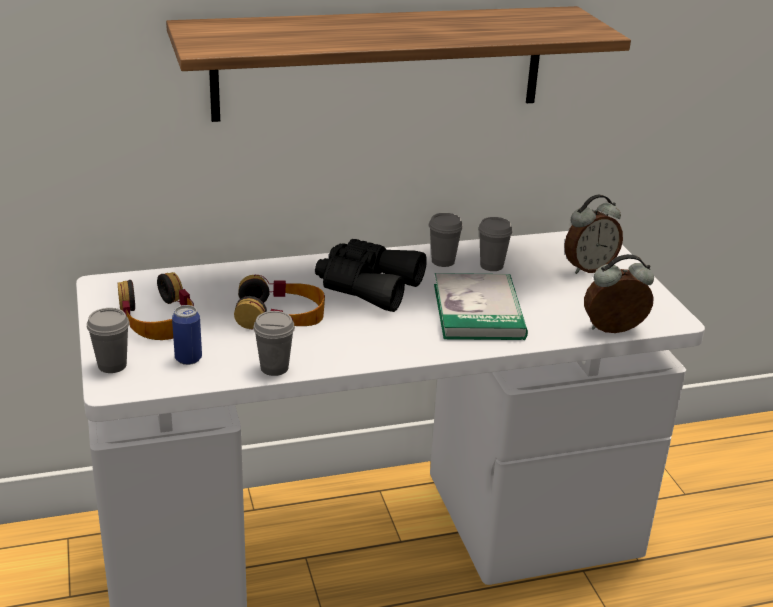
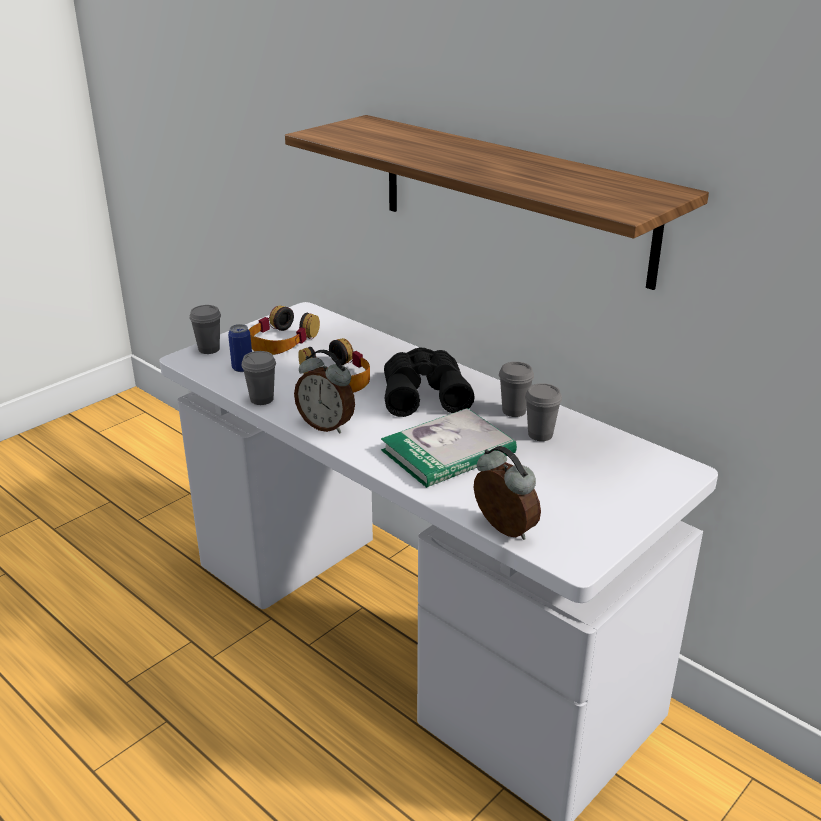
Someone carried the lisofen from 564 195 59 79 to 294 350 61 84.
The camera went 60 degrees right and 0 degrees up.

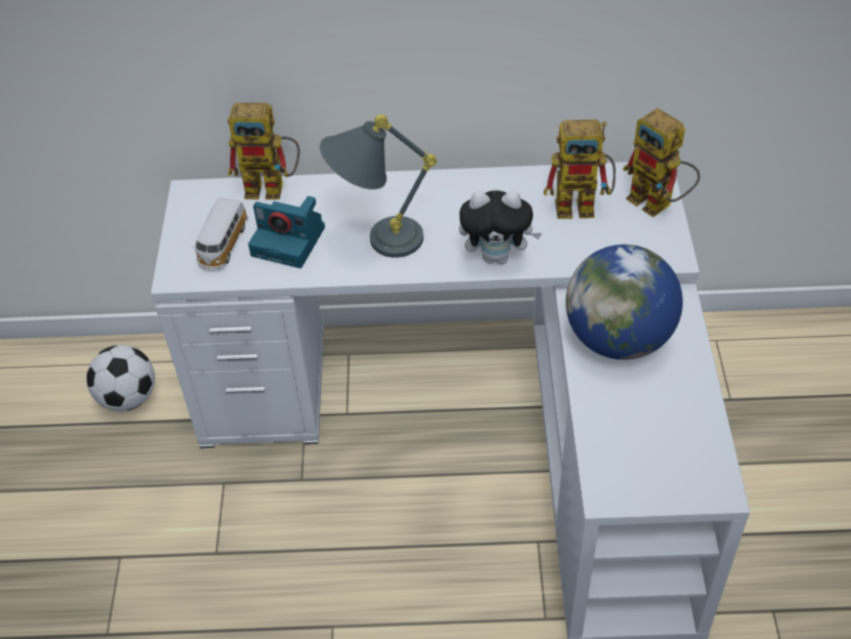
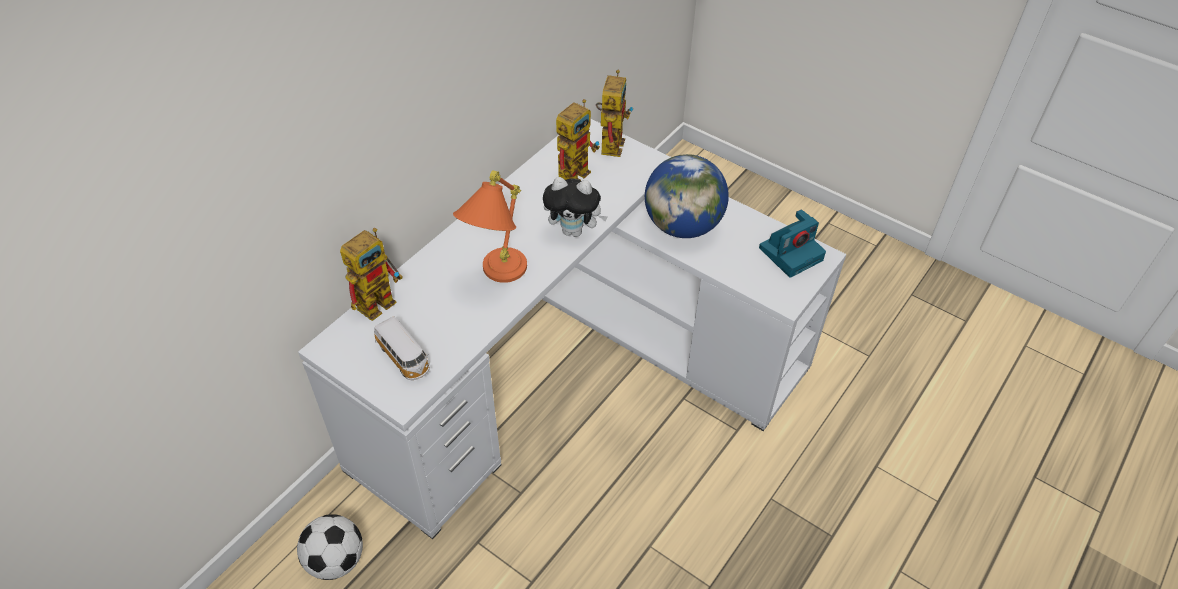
Someone carried the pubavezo from 248 196 77 72 to 759 209 67 69.
Someone repainted the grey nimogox at 320 114 117 144, which became the orange nimogox at 453 170 74 113.
Someone rotated the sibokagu at 459 190 83 74 by 60 degrees clockwise.
Someone rotated the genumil at 623 108 77 109 by 75 degrees counterclockwise.
The camera went 55 degrees left and 0 degrees up.

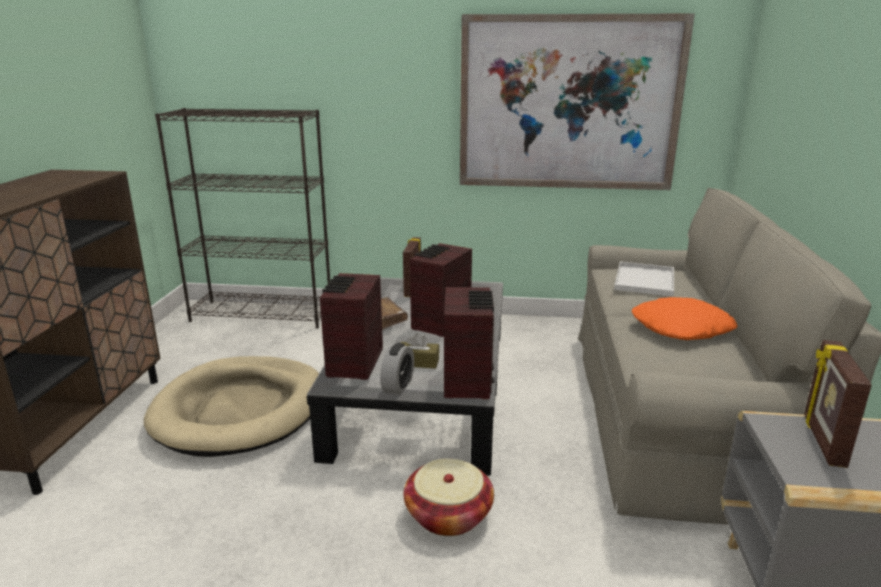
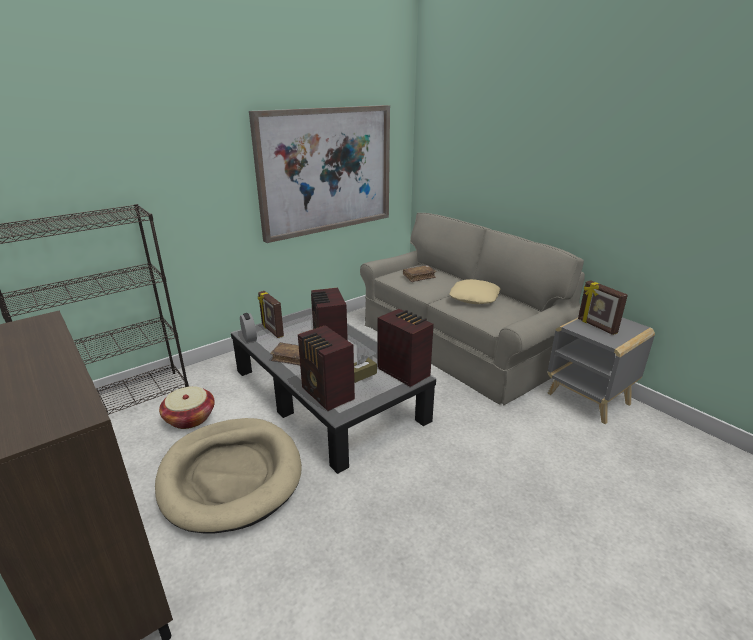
Someone carried the lisofen from 380 343 34 52 to 240 313 17 30.
Someone carried the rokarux from 404 459 90 77 to 159 386 56 43.
Someone swapped the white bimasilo at 614 262 60 35 for the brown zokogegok at 403 265 34 17.
Someone repainted the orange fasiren at 631 297 106 43, which became the beige fasiren at 449 279 51 25.
The camera went 45 degrees left and 5 degrees up.

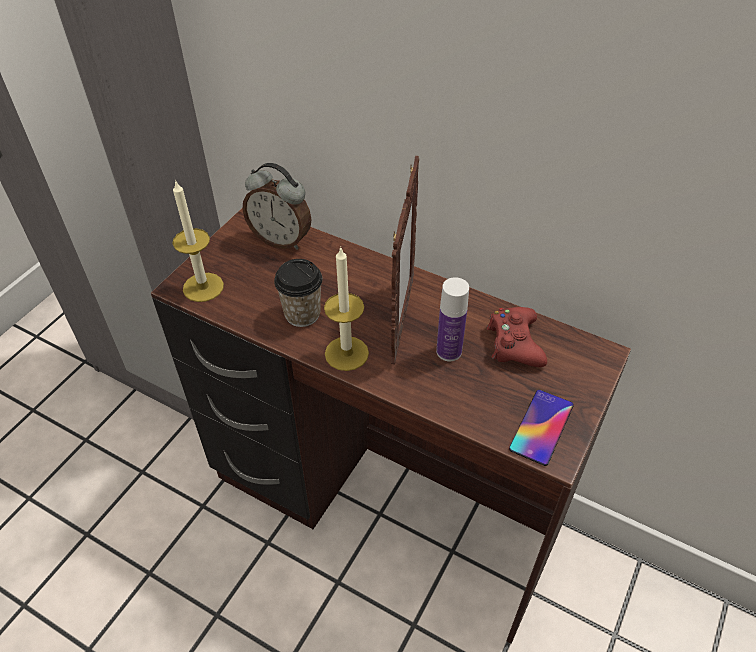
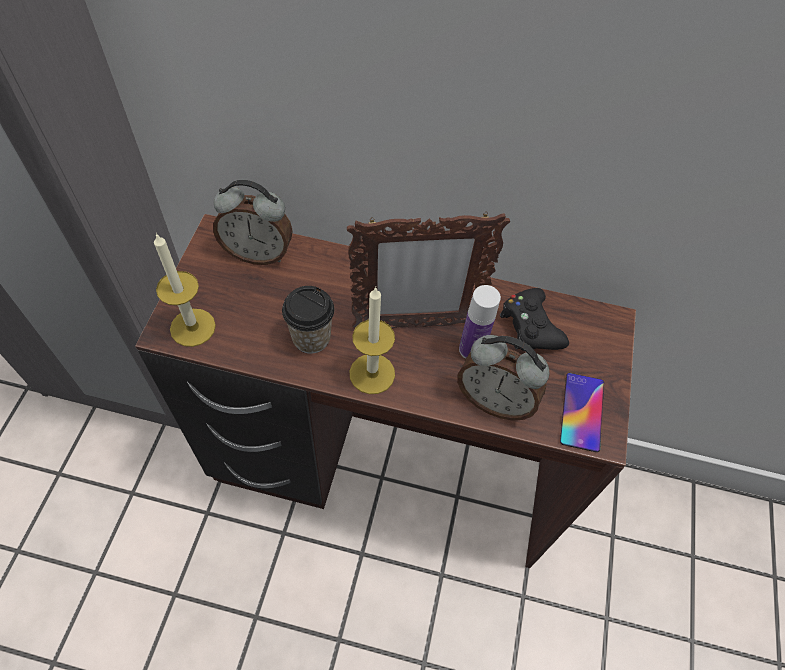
Someone rotated the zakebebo at 391 156 28 208 by 90 degrees clockwise.
Someone repainted the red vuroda at 487 307 60 60, which became the black vuroda at 500 288 69 63.
Someone put down the lisofen at 457 335 92 86.
The camera went 20 degrees left and 10 degrees up.

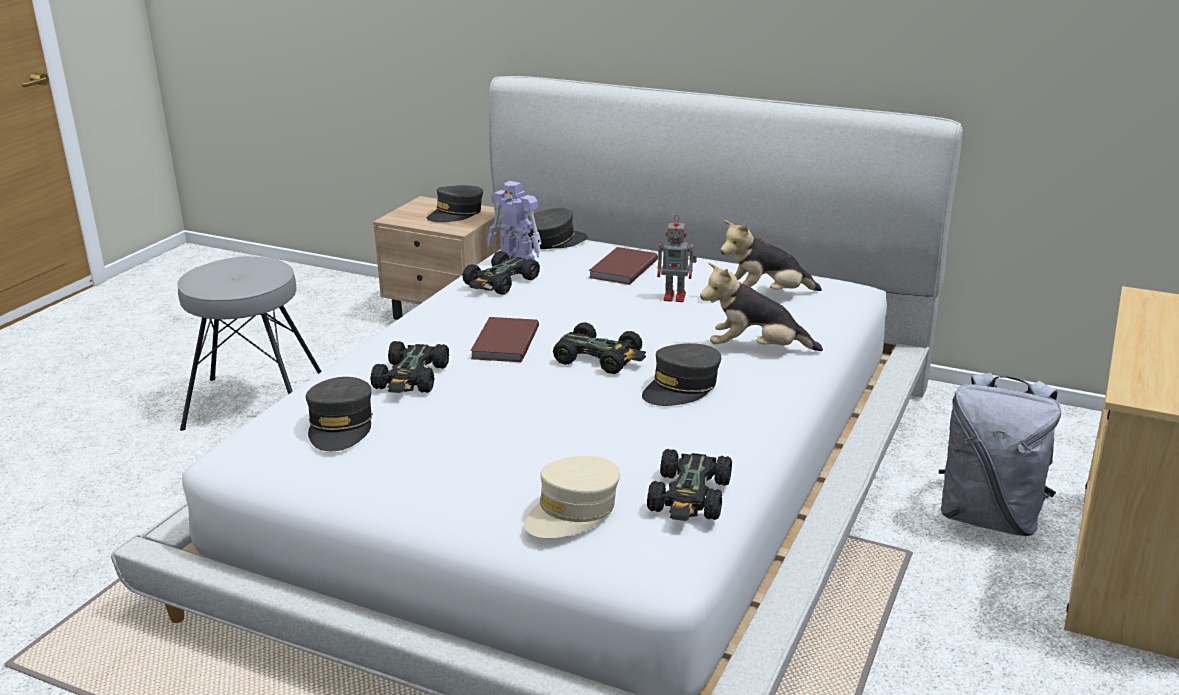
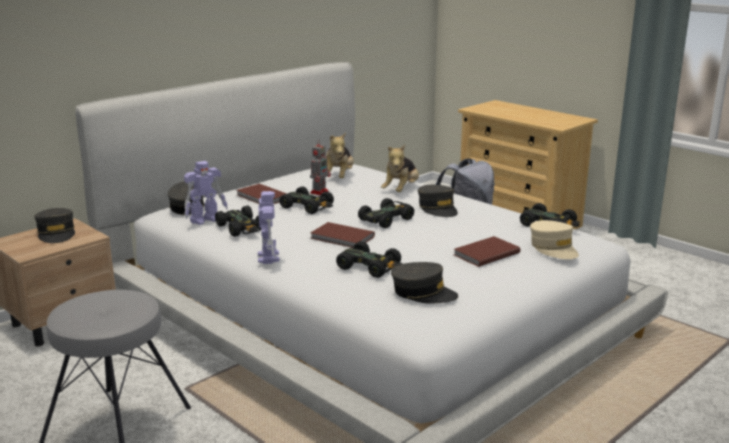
Someone put down the genumil at 258 191 22 73.
Someone put down the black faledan at 279 187 55 27.
Someone put down the brown zokogegok at 454 236 66 31.
The camera went 70 degrees left and 5 degrees down.

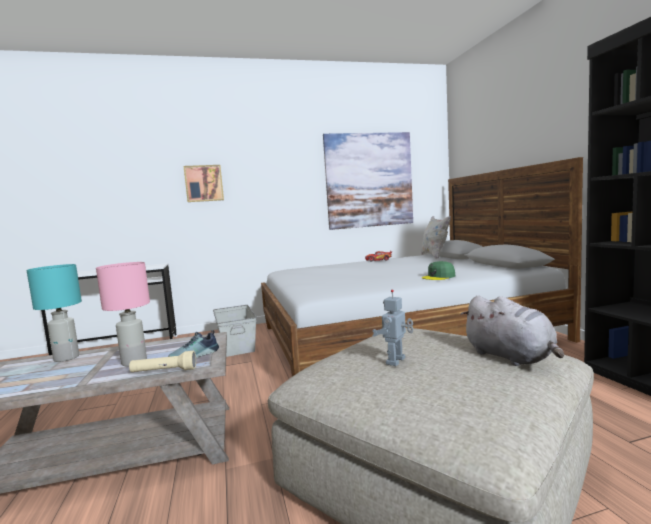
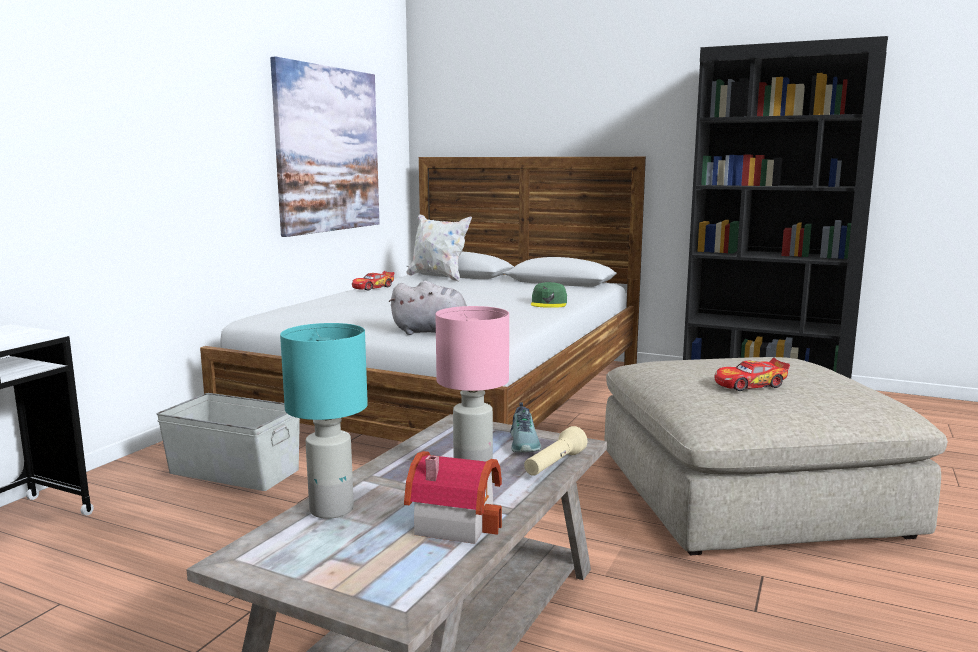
Someone took away the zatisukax at 184 165 40 37.
Someone swapped the genumil at 372 289 41 77 for the faledan at 714 358 76 33.
Someone carried the grey sibokagu from 461 295 103 71 to 389 281 78 54.
Someone put down the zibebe at 404 451 98 93.
The camera went 50 degrees left and 5 degrees up.

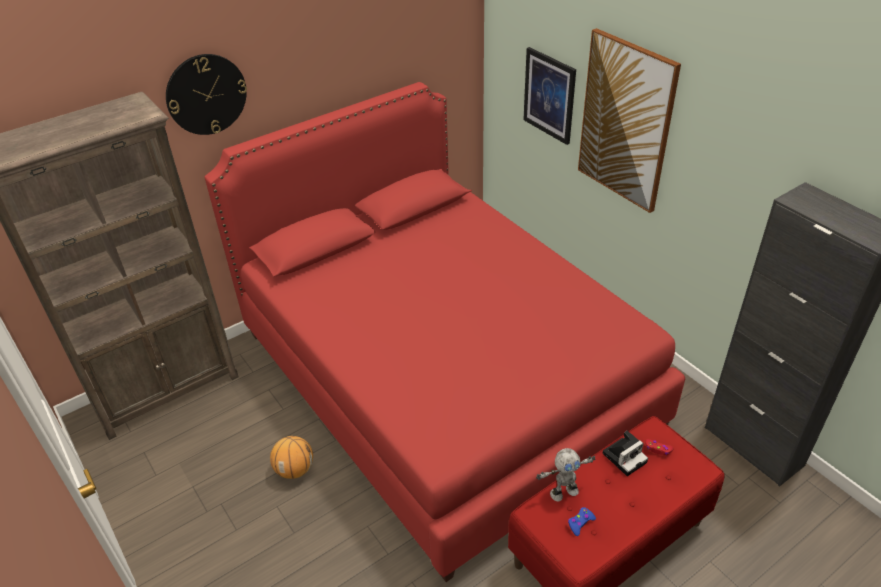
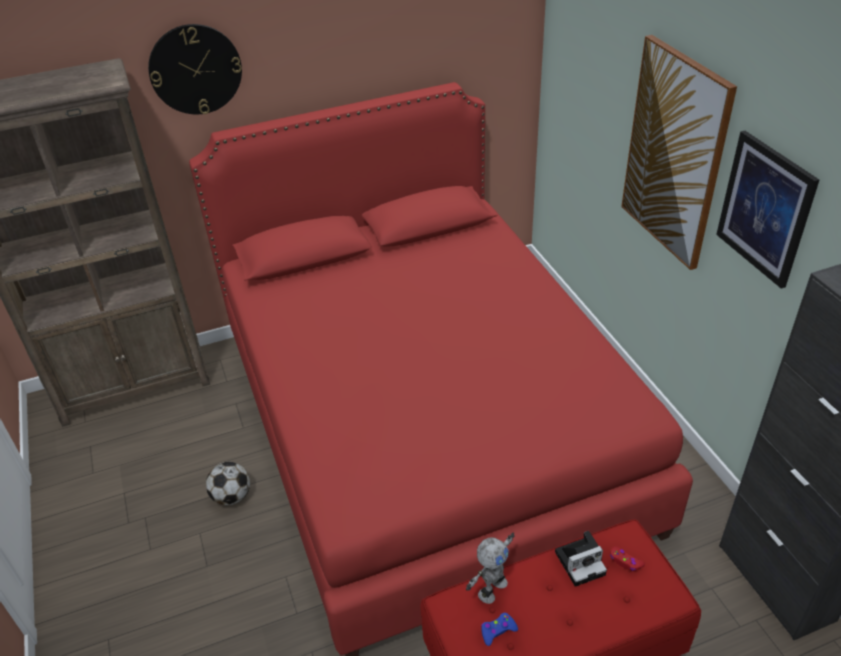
Someone swapped the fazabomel at 270 436 43 43 for the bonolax at 206 461 44 45.
Someone carried the zatisukax from 523 47 53 98 to 716 131 103 158.
Someone rotated the genumil at 536 448 60 53 by 45 degrees counterclockwise.
The camera went 15 degrees right and 0 degrees up.

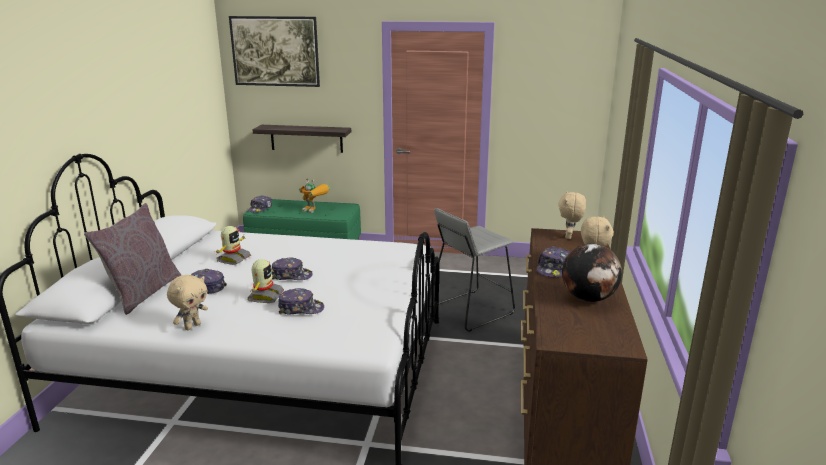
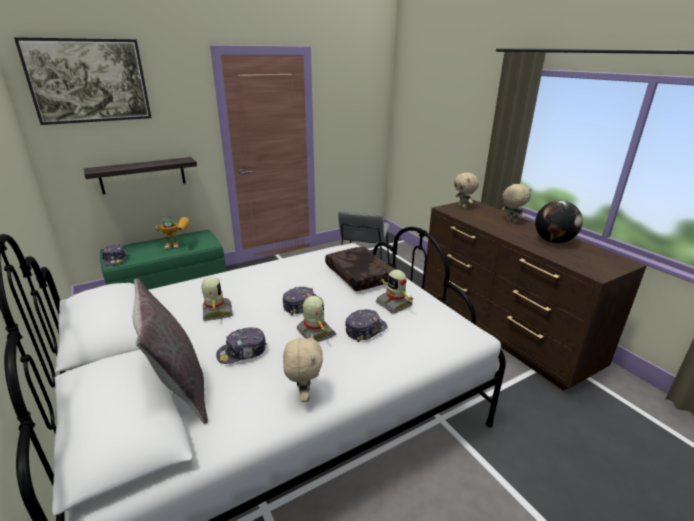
Someone took away the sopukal at 536 246 34 31.
Someone put down the brown fasiren at 325 247 70 44.
Someone put down the genumil at 376 270 39 43.
The camera went 40 degrees left and 5 degrees up.

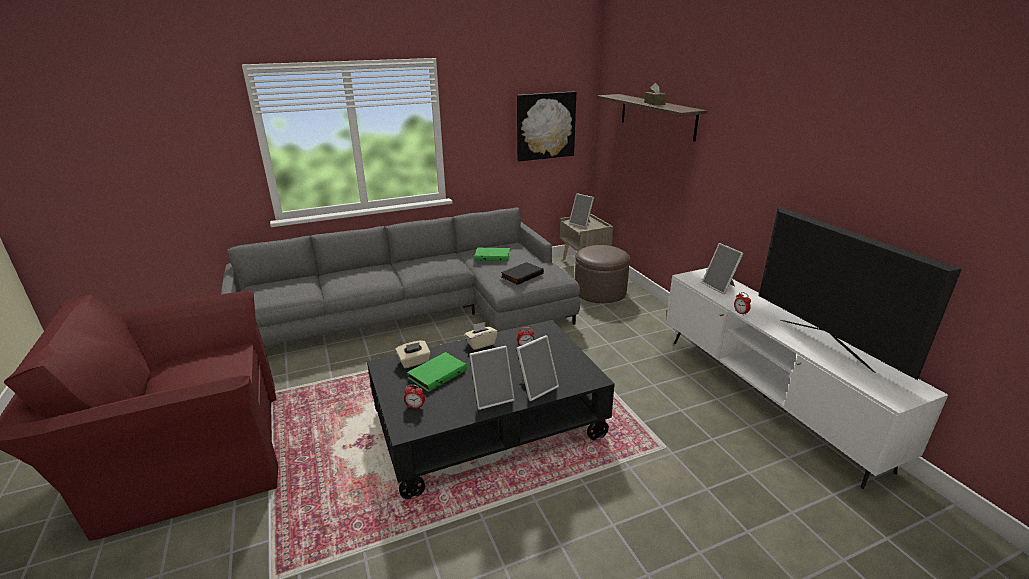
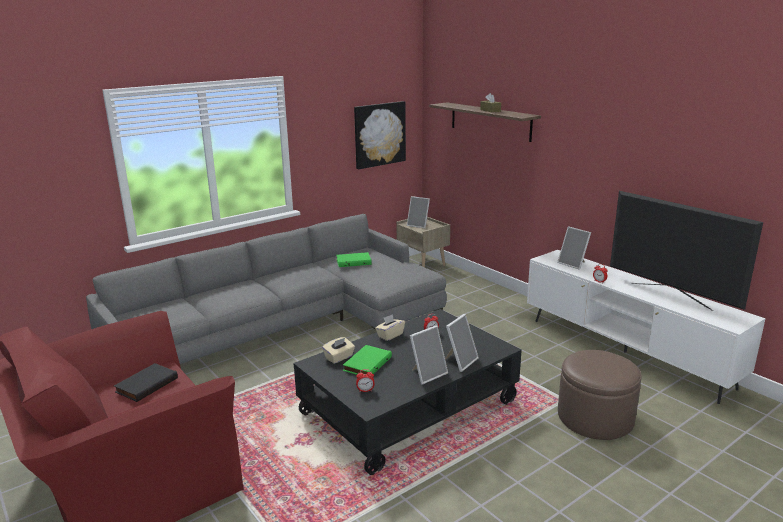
Someone carried the black zokogegok from 501 262 43 23 to 114 363 64 39.
Someone carried the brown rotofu from 575 245 55 58 to 558 350 84 90.
The camera went 15 degrees left and 5 degrees down.

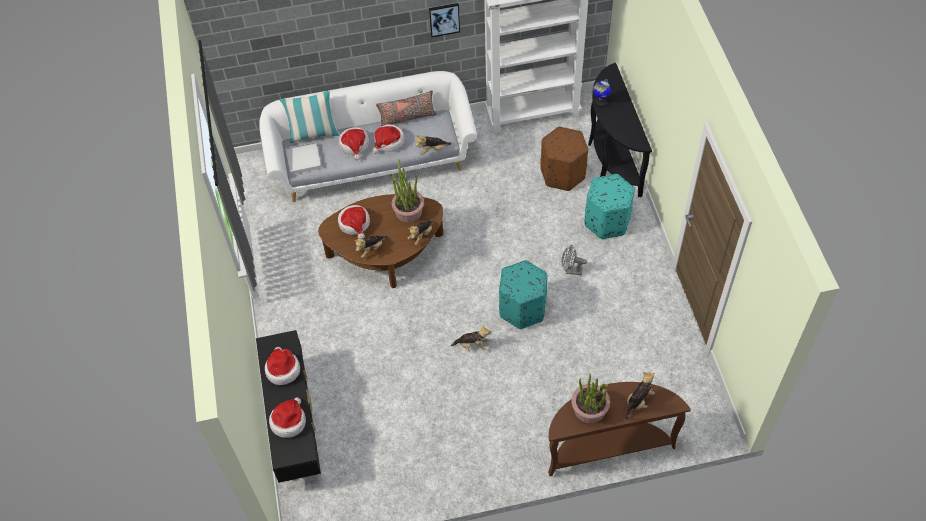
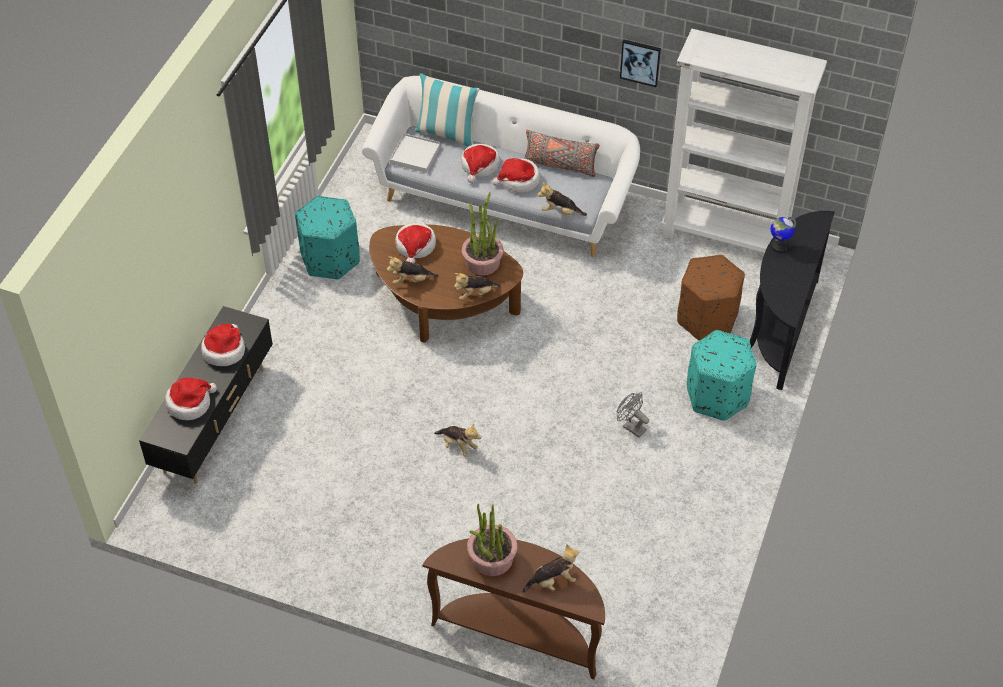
Someone carried the turquoise rotofu from 499 260 48 69 to 295 196 65 83.
The camera went 30 degrees right and 5 degrees down.

